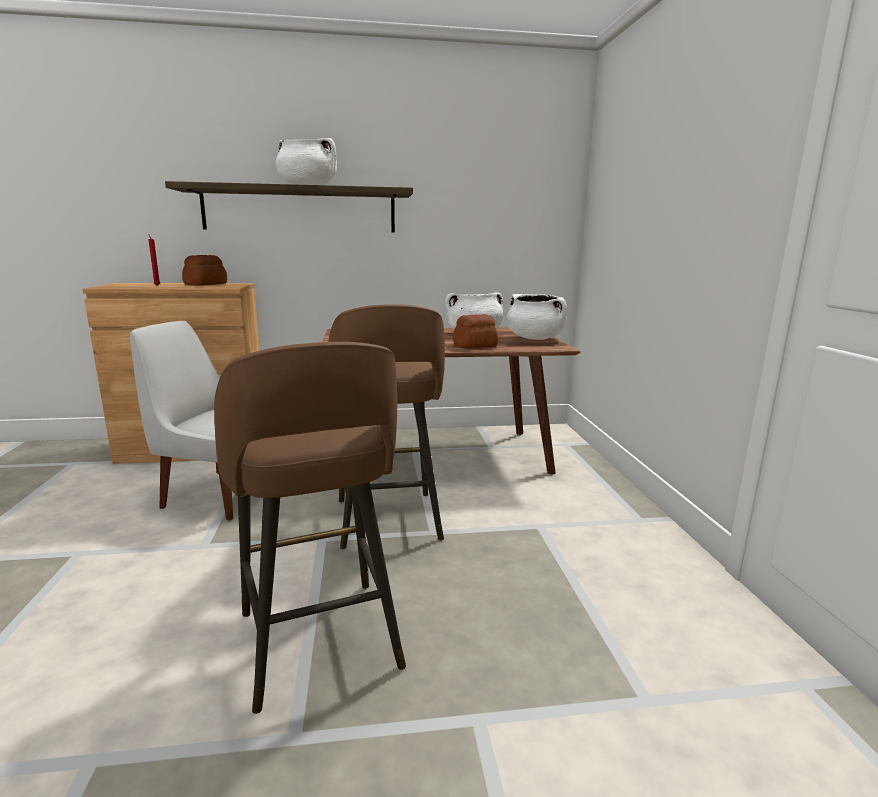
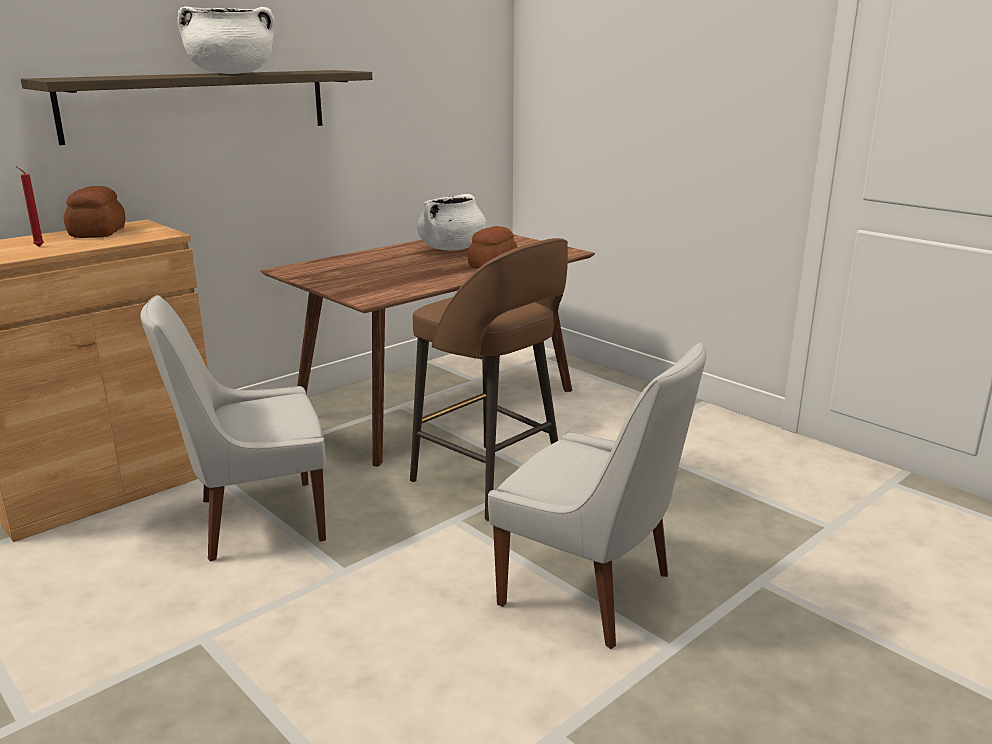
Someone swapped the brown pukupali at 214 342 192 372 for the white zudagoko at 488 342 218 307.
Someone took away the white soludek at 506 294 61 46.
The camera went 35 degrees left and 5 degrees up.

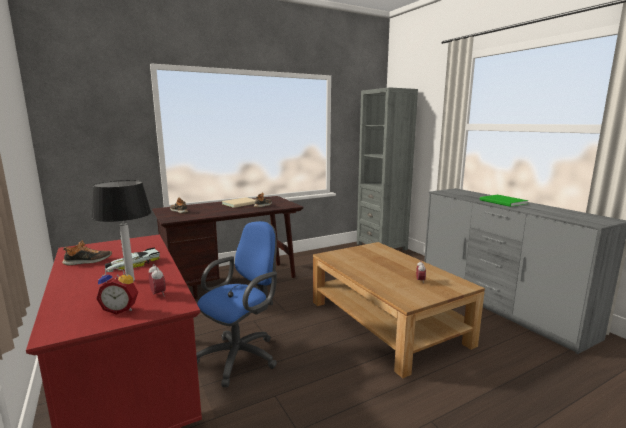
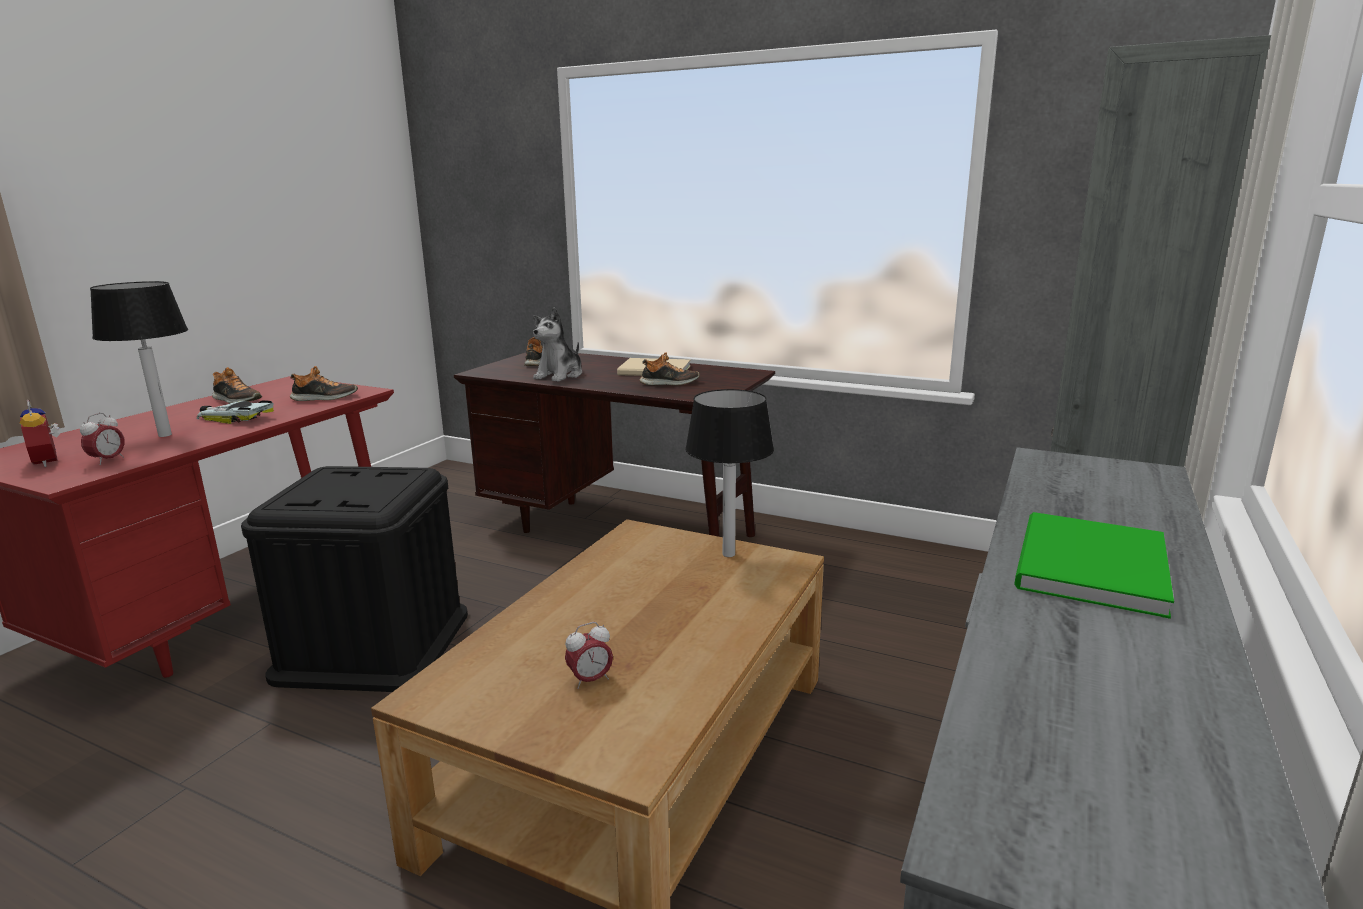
Someone swapped the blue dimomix at 196 221 81 166 for the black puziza at 241 466 227 226.
Someone put down the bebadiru at 290 366 68 35.
Someone put down the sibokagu at 533 307 49 75.
Someone put down the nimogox at 685 389 89 168.
The camera went 55 degrees right and 5 degrees up.

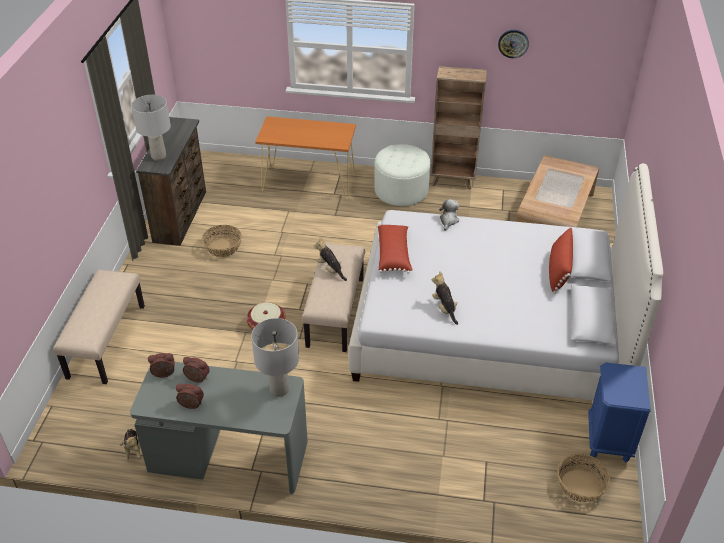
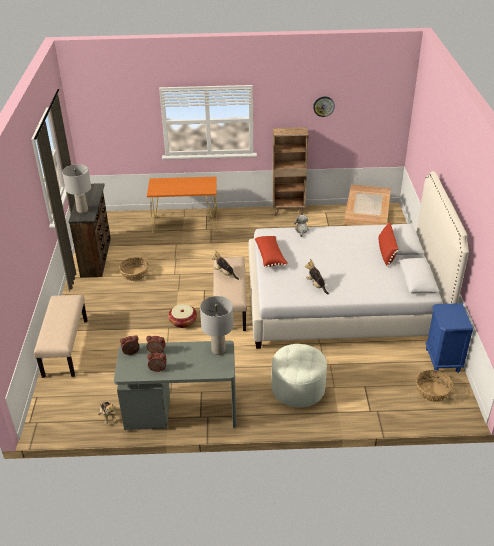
Someone carried the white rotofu from 374 144 56 62 to 272 344 55 64.
The camera went 10 degrees left and 5 degrees down.

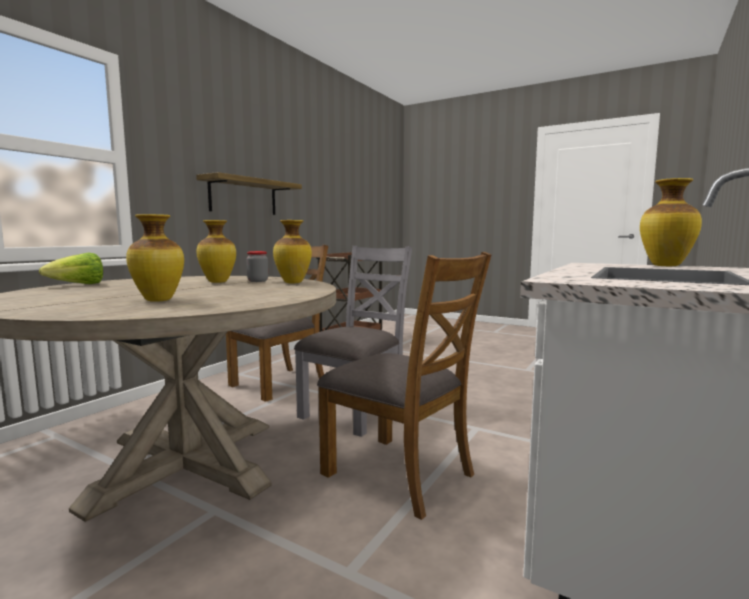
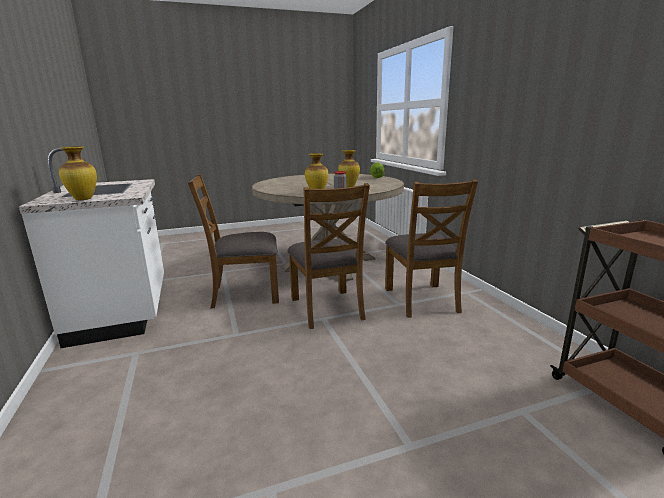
Someone took away the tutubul at 126 214 58 88.
Someone took away the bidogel at 196 172 106 43.
Someone repainted the grey zudagoko at 294 245 118 192, which became the brown zudagoko at 287 183 83 146.
The camera went 130 degrees right and 10 degrees up.

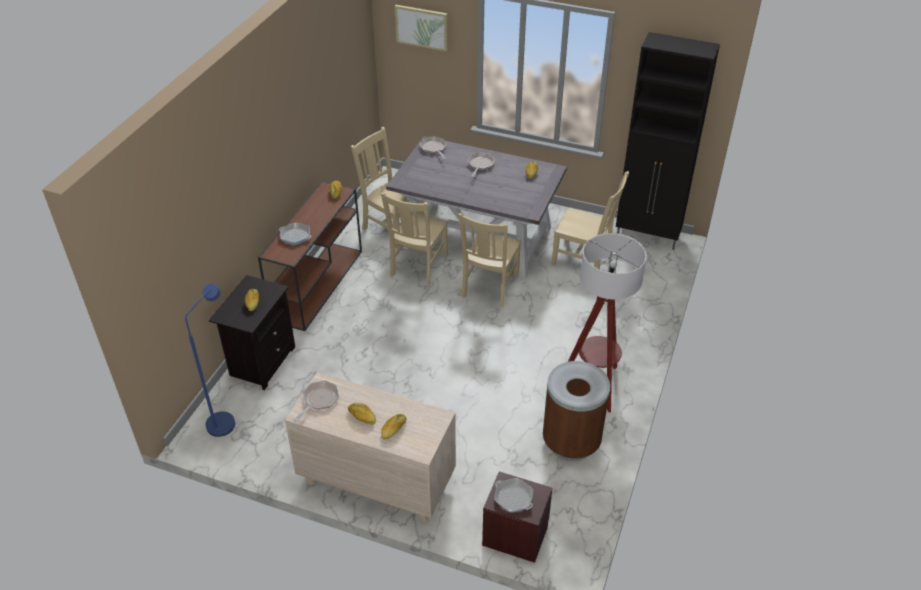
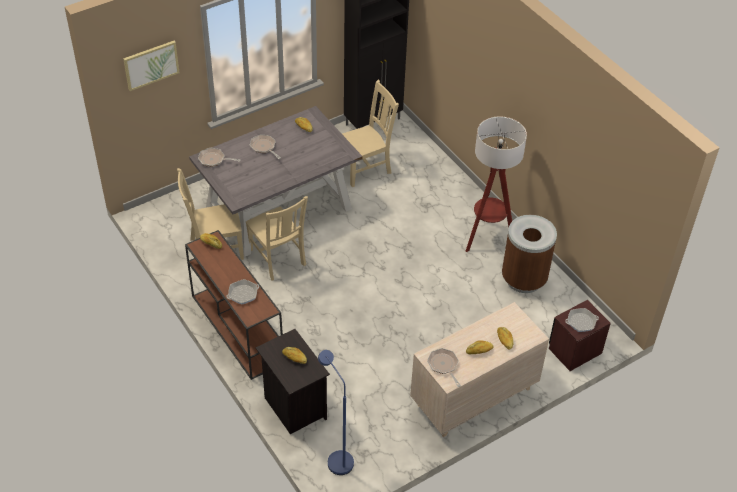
Someone took away the beige zudagoko at 458 213 63 95.
The camera went 55 degrees left and 5 degrees up.

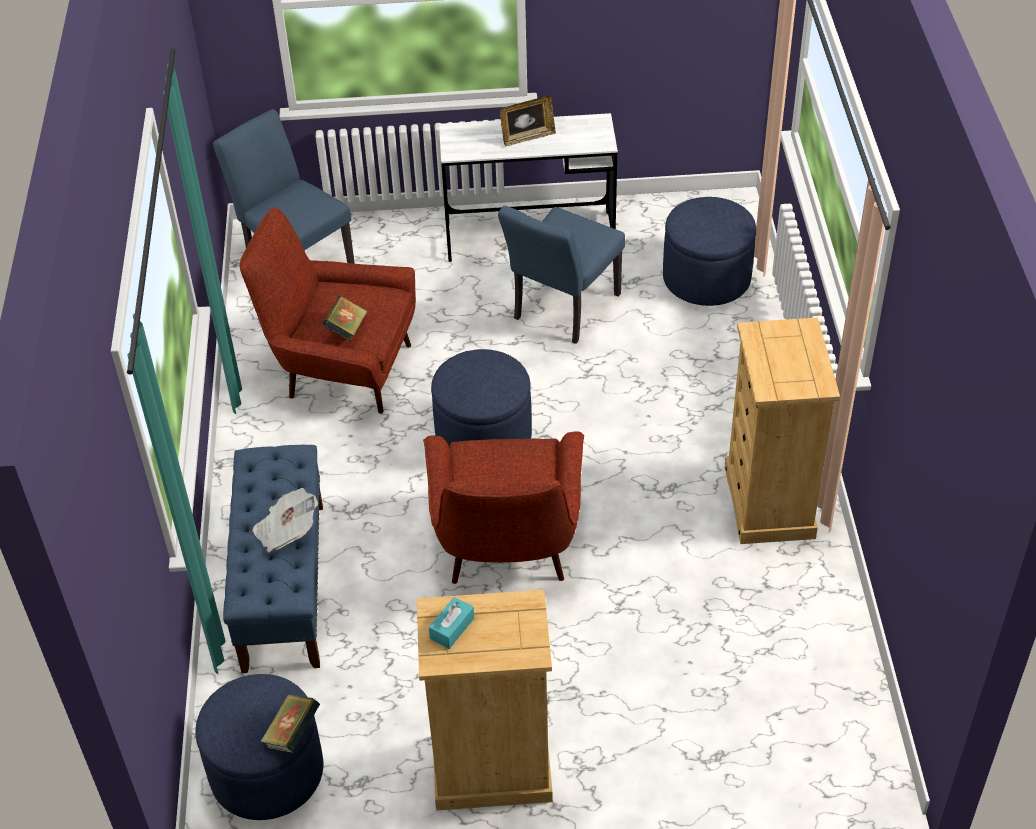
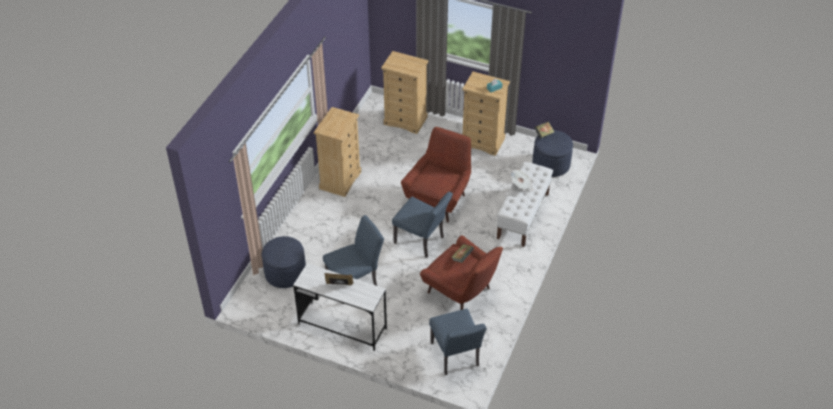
Someone repainted the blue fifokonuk at 223 445 100 228, which became the white fifokonuk at 497 162 56 85.
Someone swapped the blue rotofu at 431 349 101 99 for the blue zudagoko at 392 191 61 67.
Someone put down the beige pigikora at 381 51 47 83.
The camera went 155 degrees left and 0 degrees up.

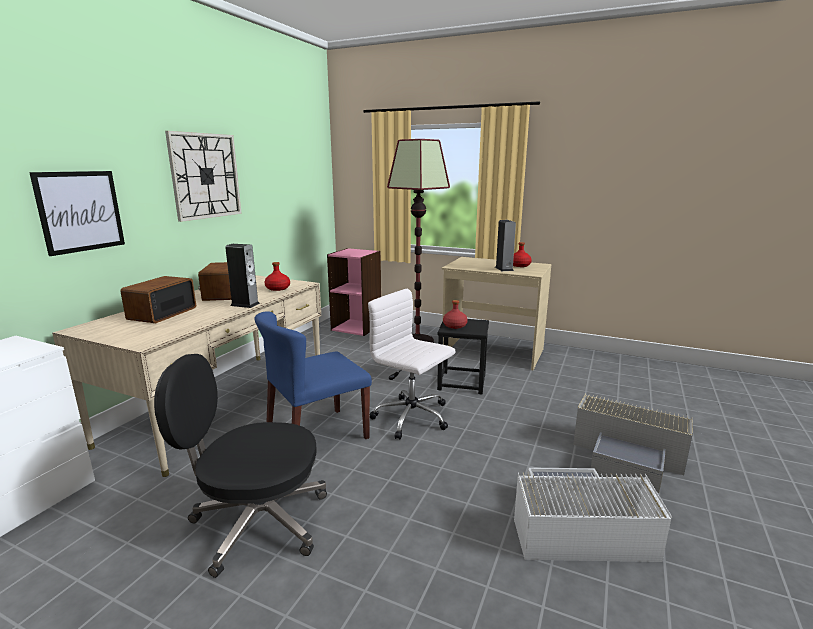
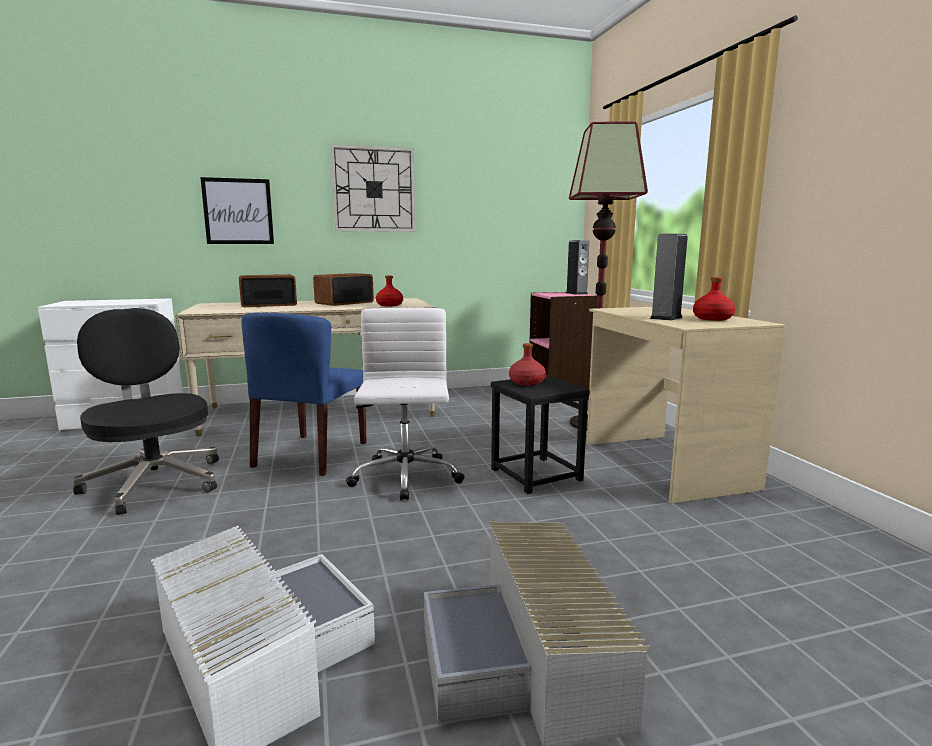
Someone carried the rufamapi from 225 244 35 64 to 566 240 23 55.
Someone rotated the blue zudagoko at 255 311 117 128 by 90 degrees counterclockwise.
The camera went 50 degrees right and 5 degrees down.

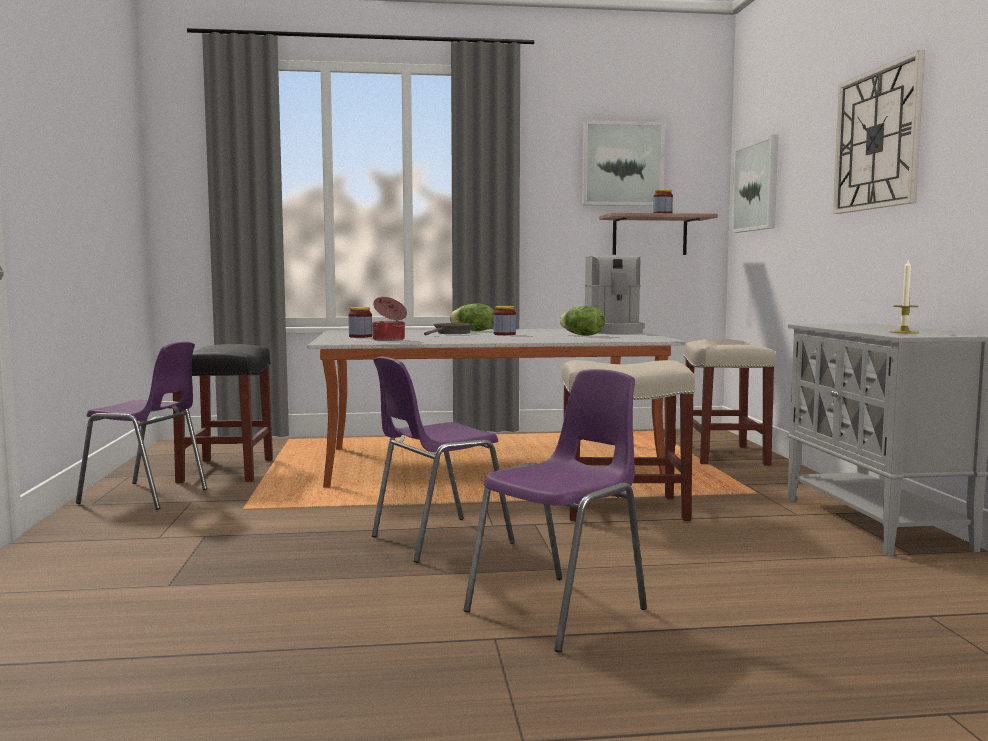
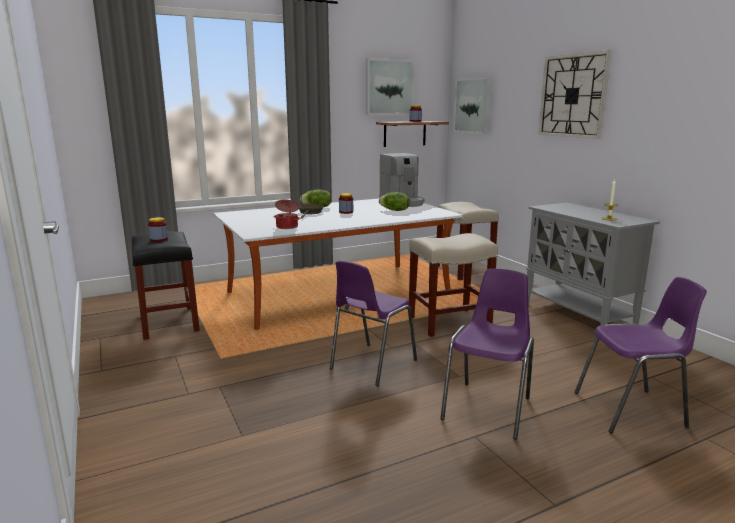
Someone carried the purple zudagoko from 76 342 131 168 to 574 277 133 156.
Someone carried the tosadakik from 348 307 24 31 to 148 217 20 25.
The camera went 20 degrees left and 10 degrees up.

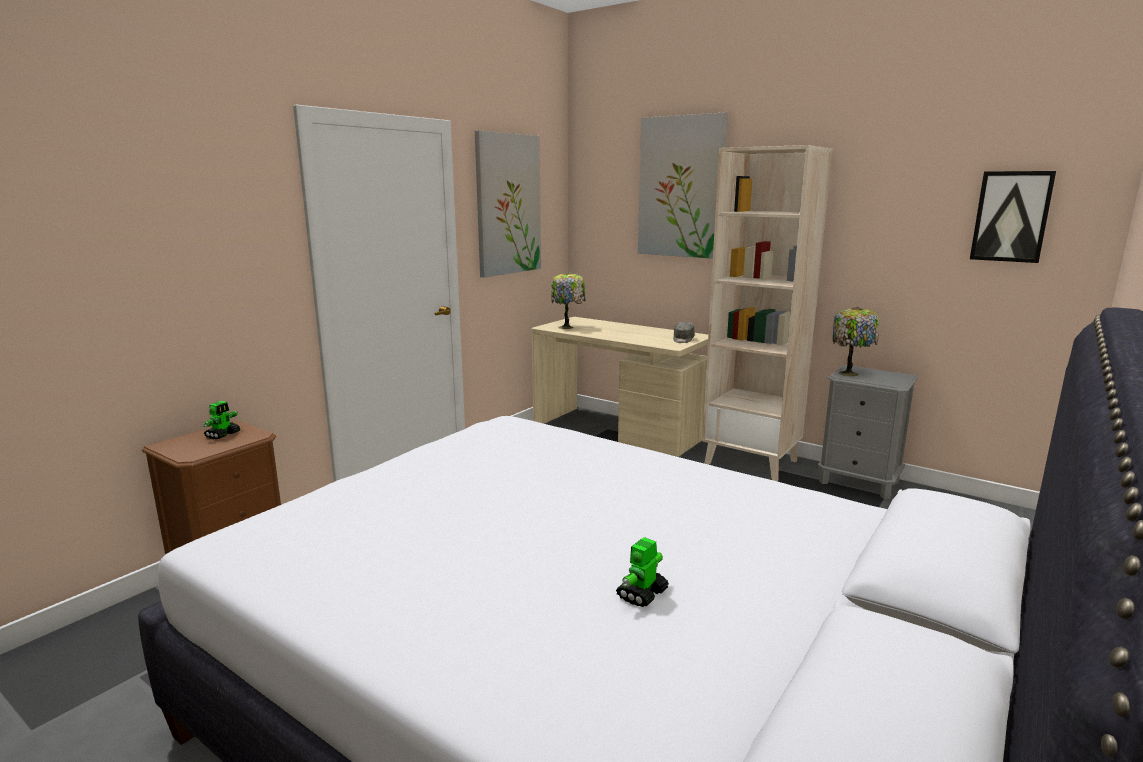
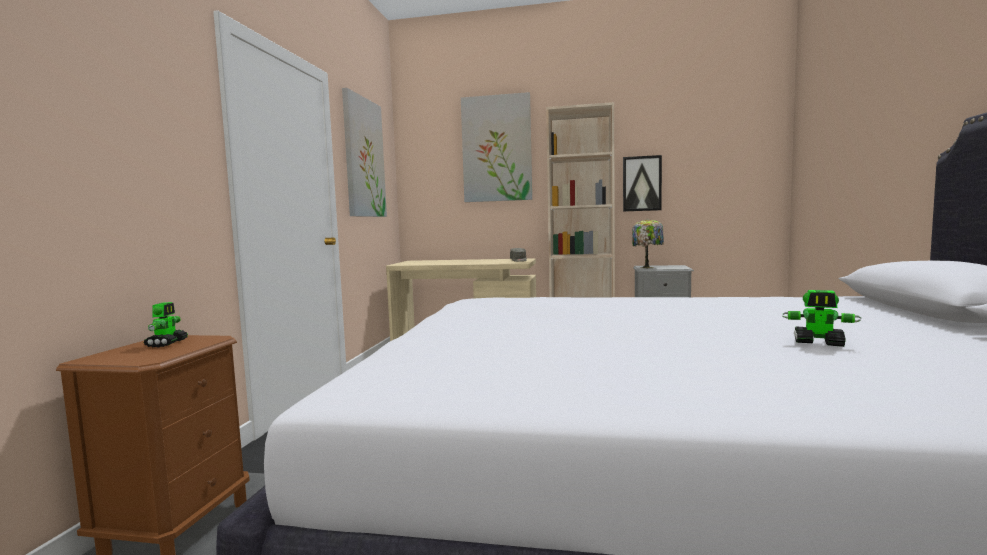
Someone took away the nimogox at 551 272 35 57.
Someone rotated the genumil at 616 537 53 70 by 75 degrees counterclockwise.
Someone carried the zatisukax from 970 171 86 92 to 623 155 39 57.
The camera went 25 degrees left and 10 degrees down.

